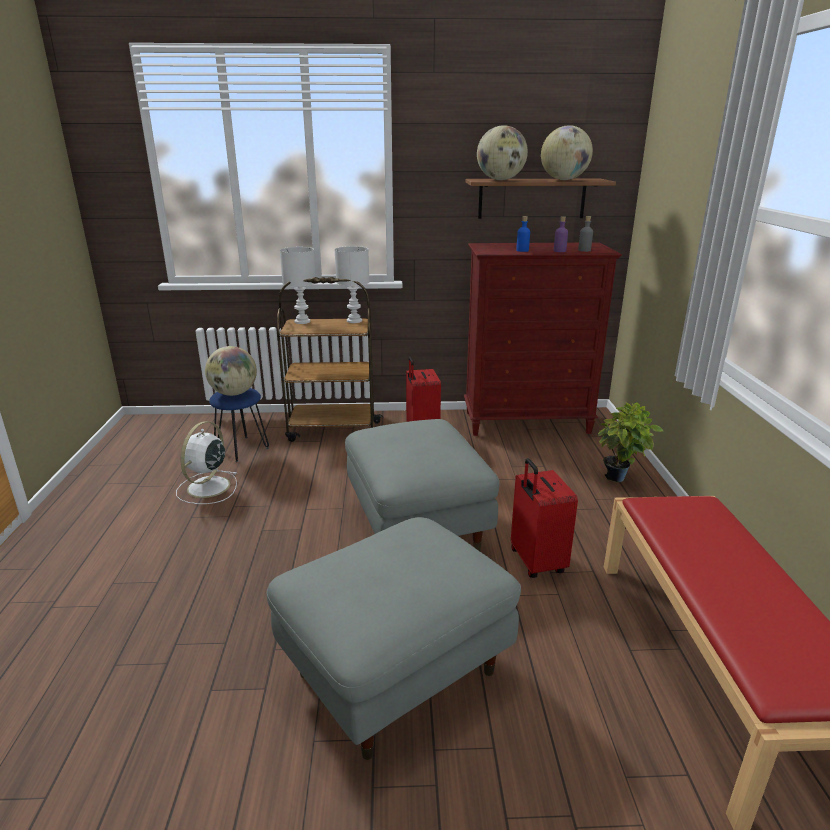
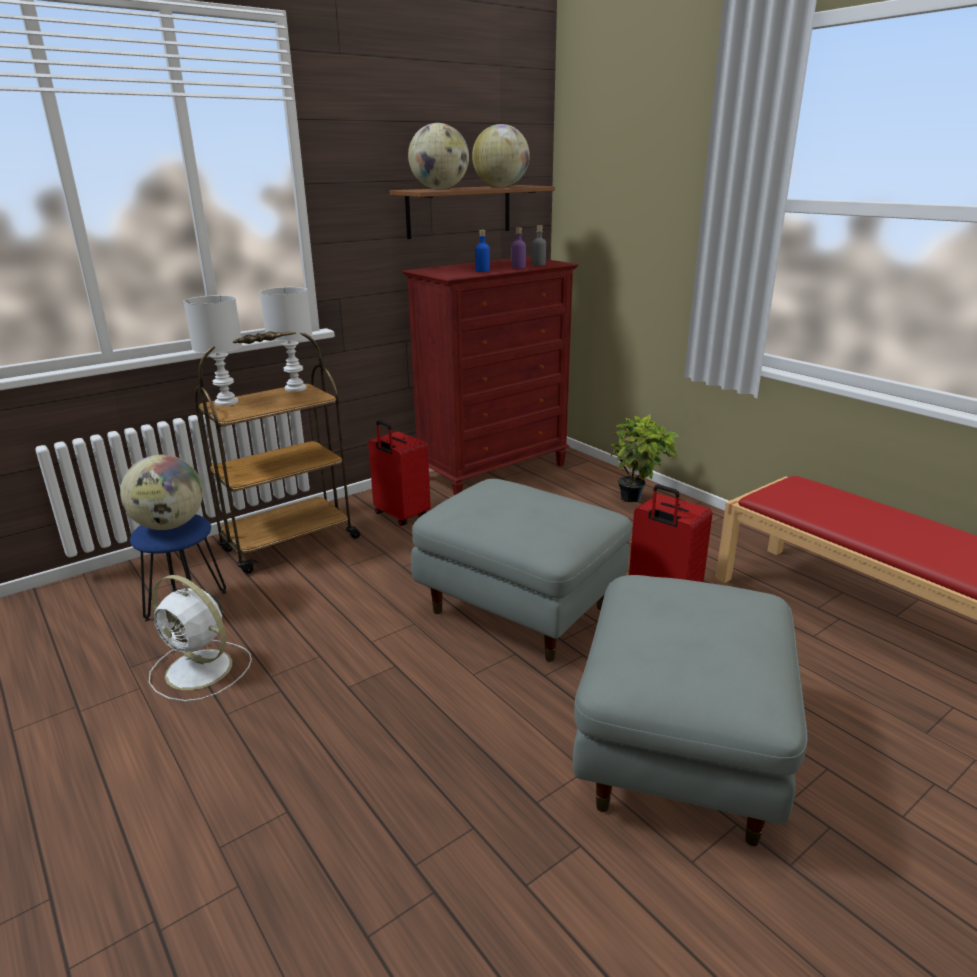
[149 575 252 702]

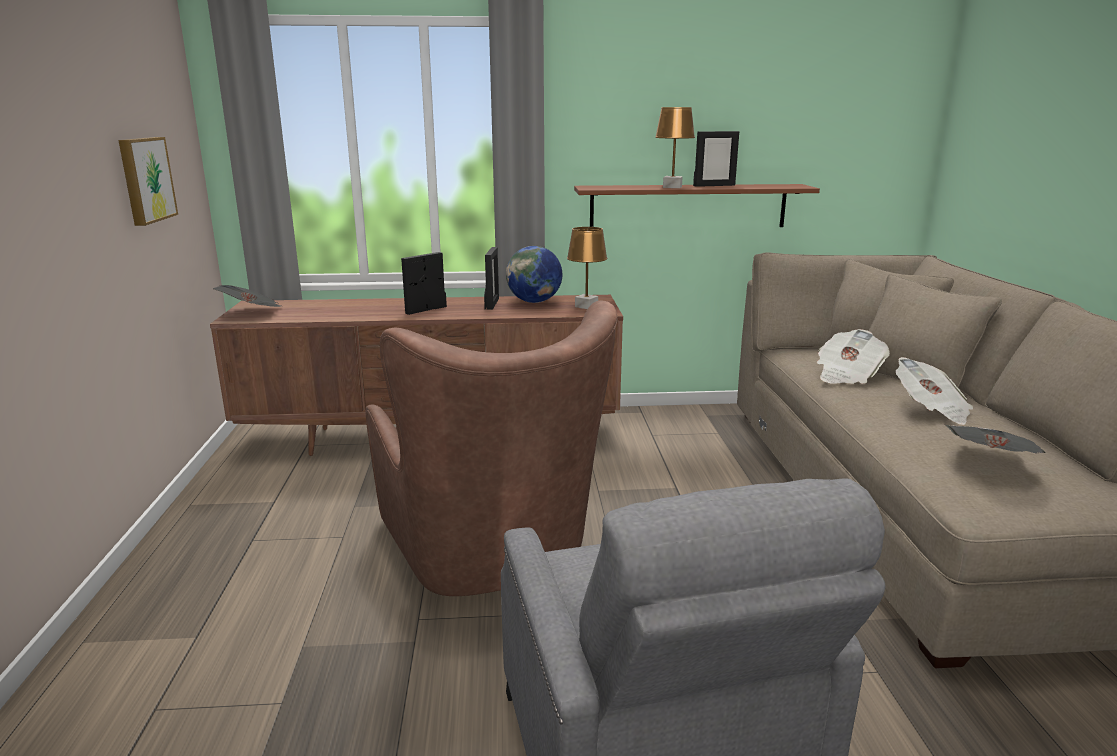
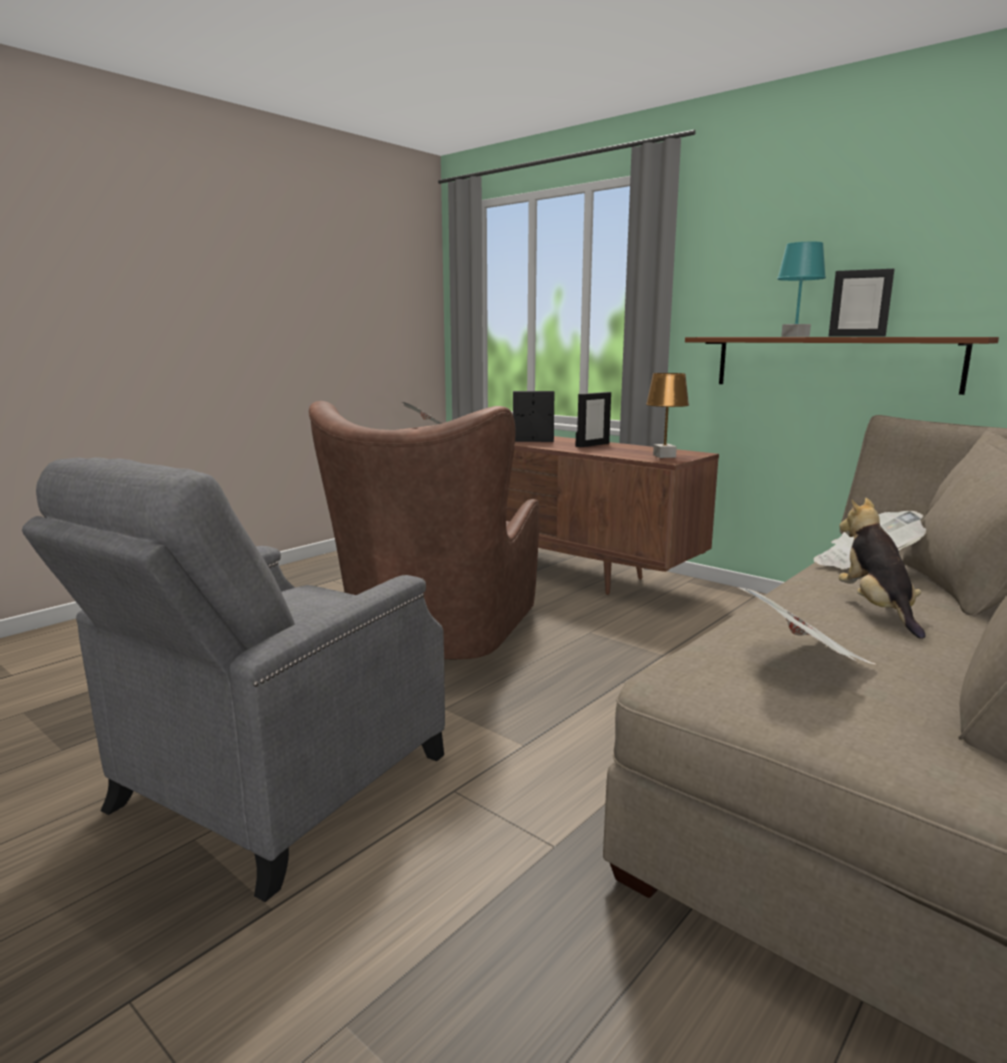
[118 137 178 226] (first image)
[506 246 562 303] (first image)
[839 498 926 639]
[777 242 826 337]

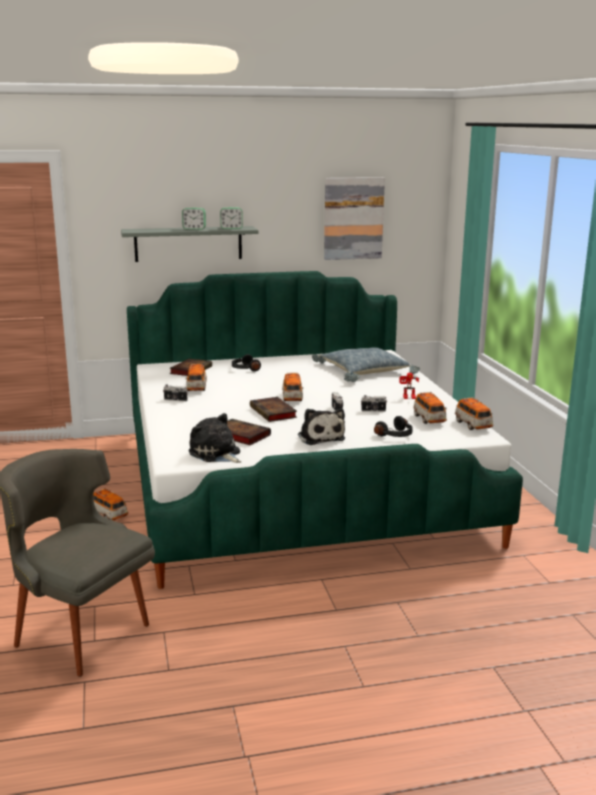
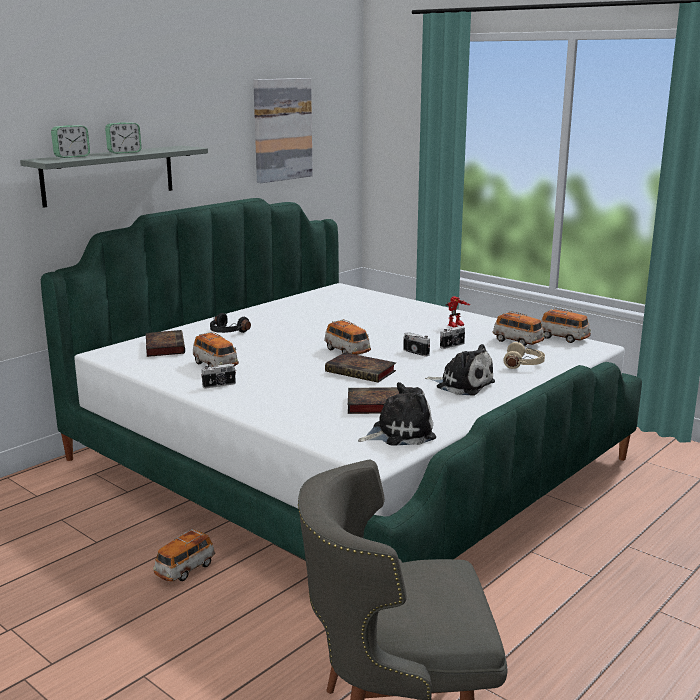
[312 347 420 382] (first image)
[51 125 90 158]
[504 342 545 369]
[153 529 215 581]
[358 382 436 446]

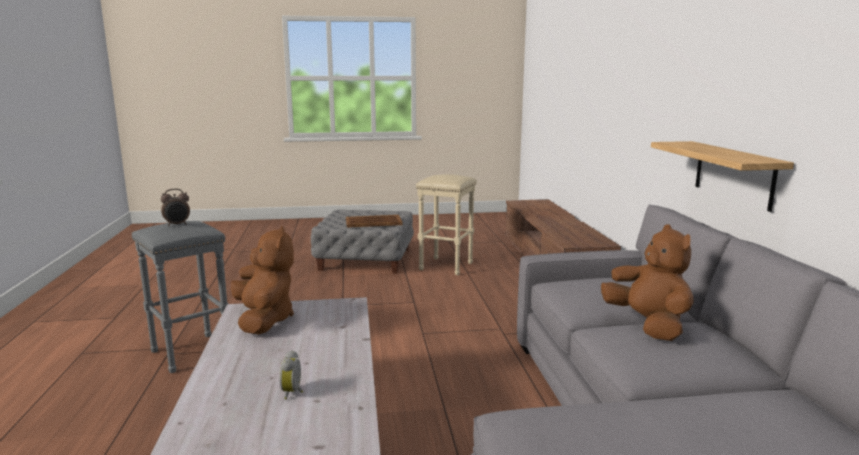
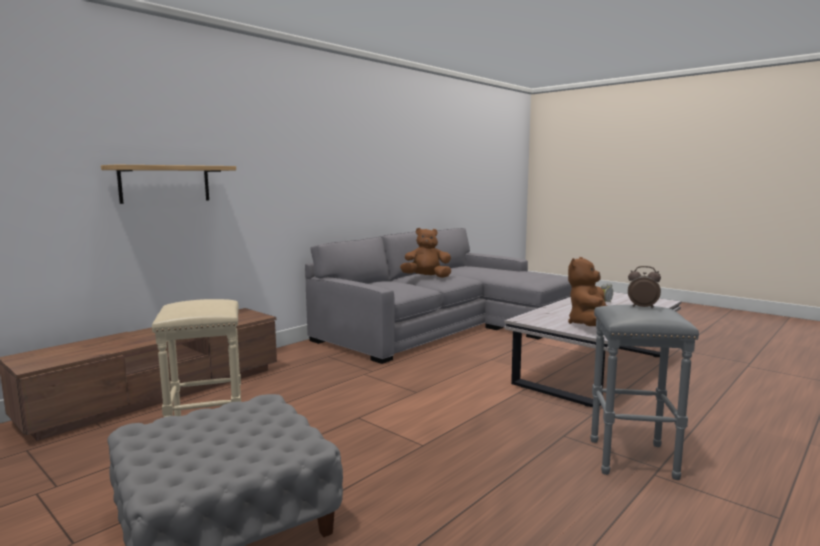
[346 215 403 228] (first image)
[101 165 236 204]
[400 228 451 278]

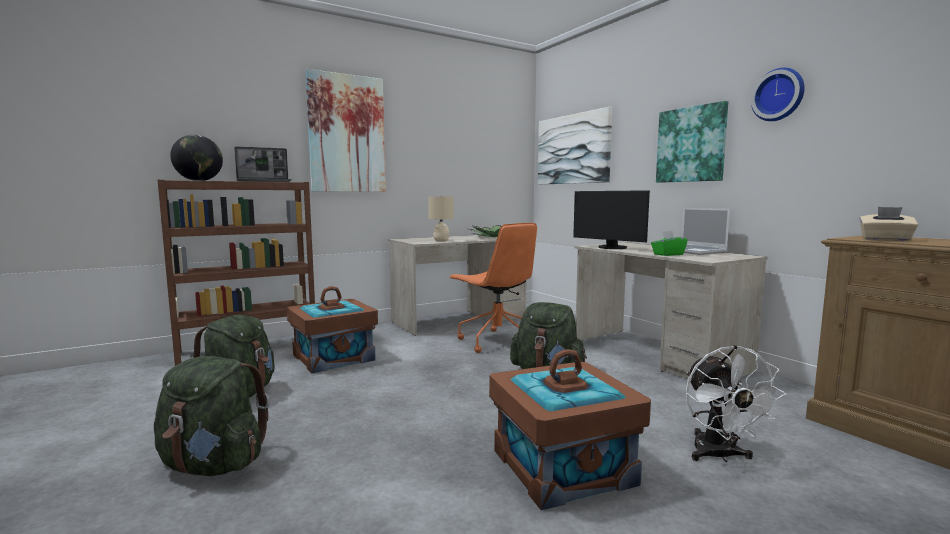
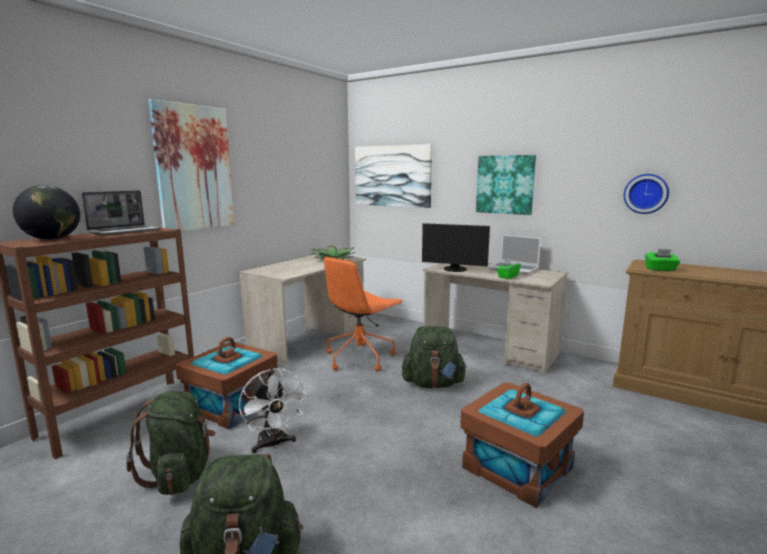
[428 196 454 242] (first image)
[239 368 307 453]
[624 174 669 214]
[645 249 680 271]
[324 256 404 371]

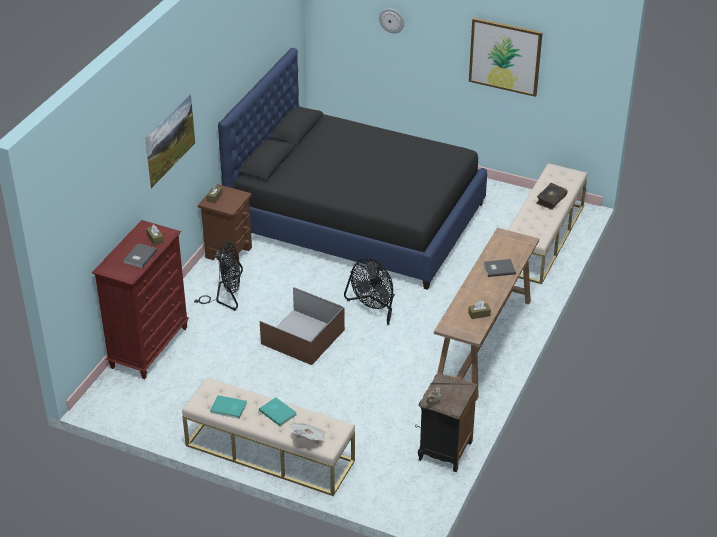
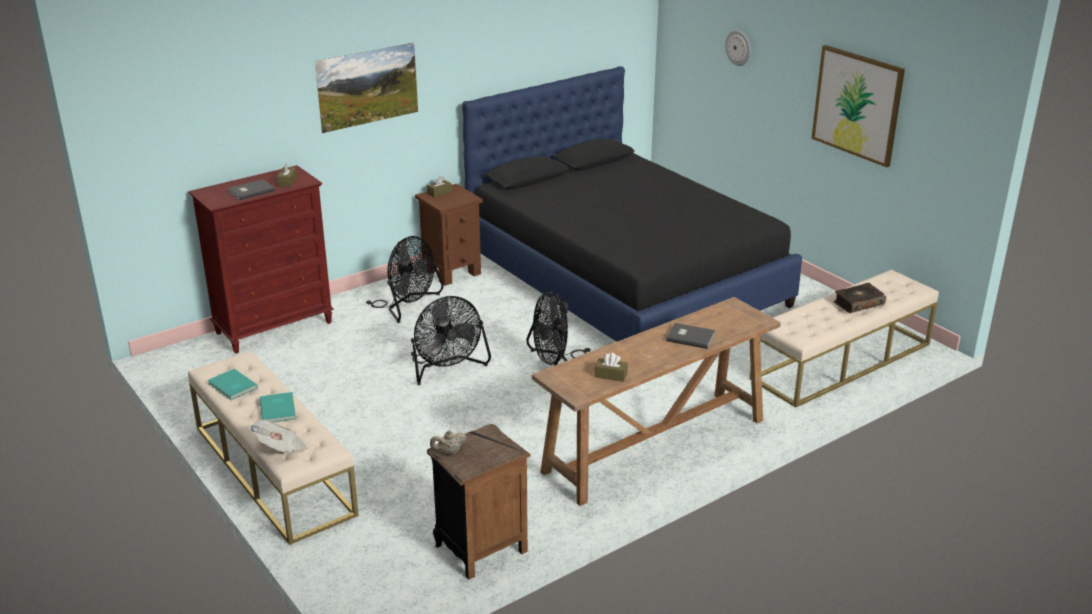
[411 296 491 385]

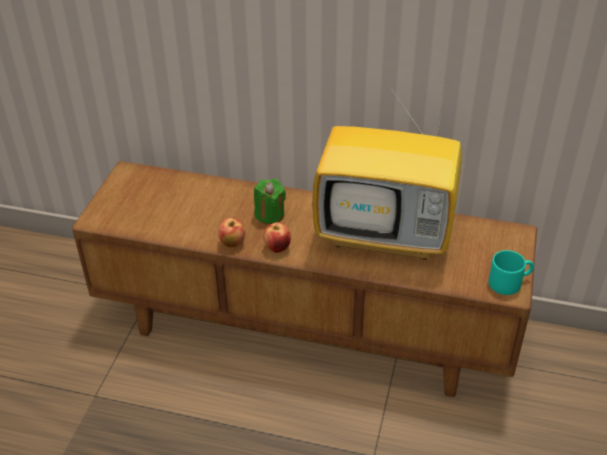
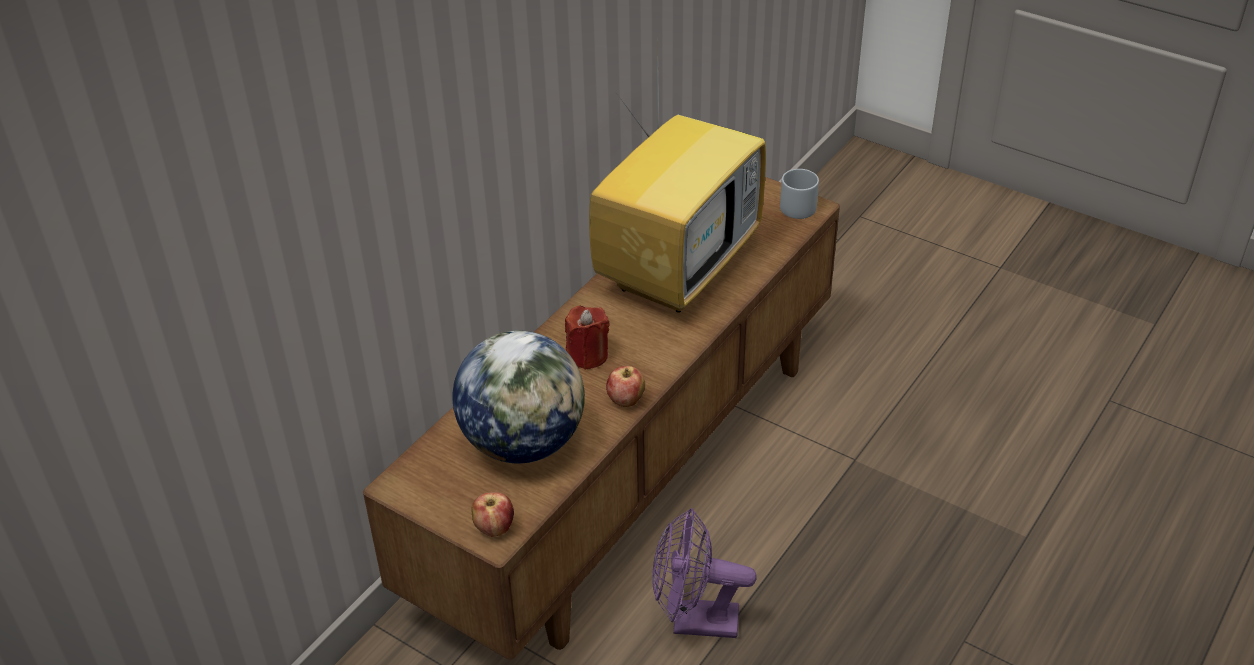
[452 330 585 464]
[652 508 757 638]
[472 492 514 537]
[565 306 610 370]
[780 169 819 219]

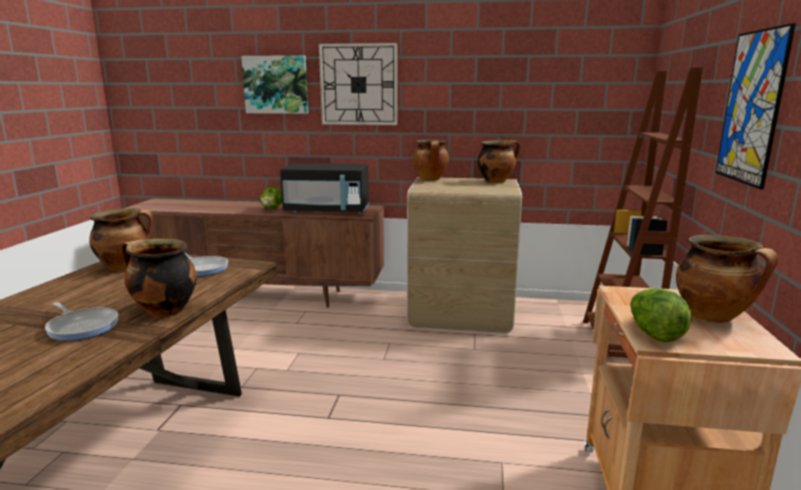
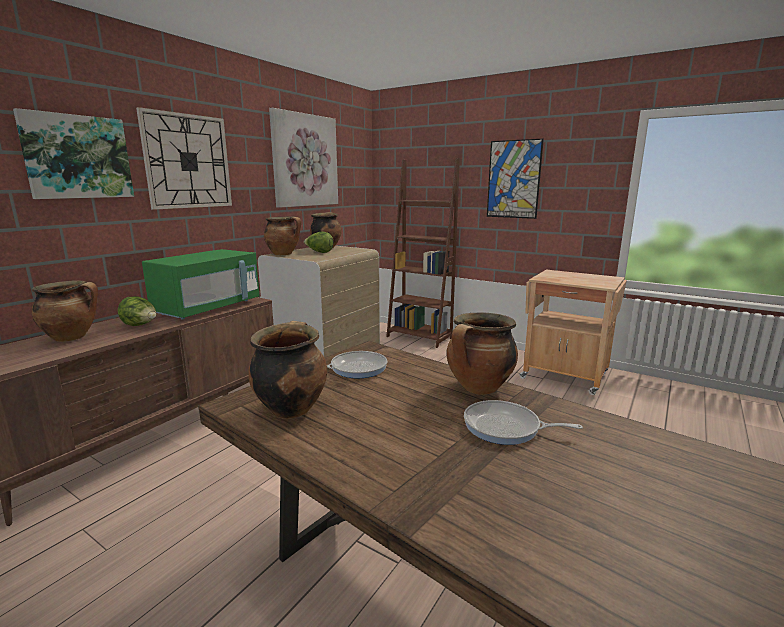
[269 108 338 208]
[304 231 333 253]
[32 280 98 342]
[142 249 259 319]
[464 400 583 445]

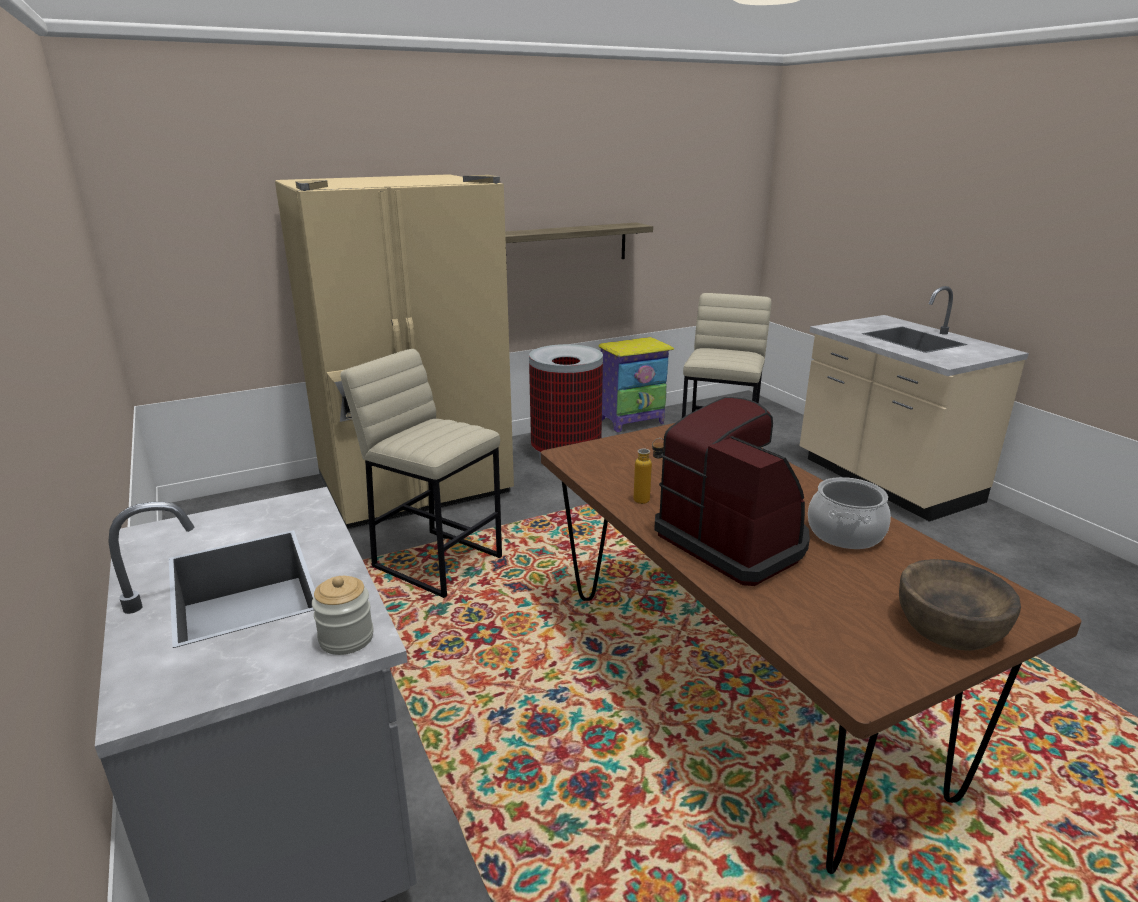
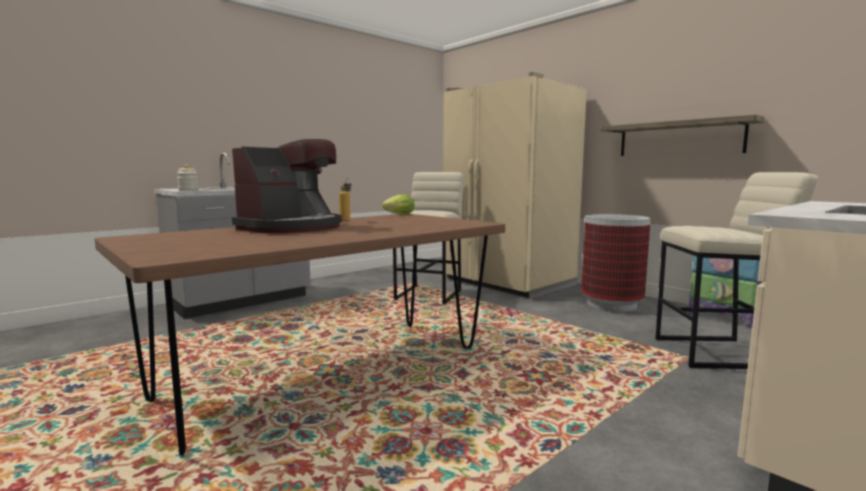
[808 477 891 549] (first image)
[899 559 1021 651] (first image)
[382 194 414 215]

